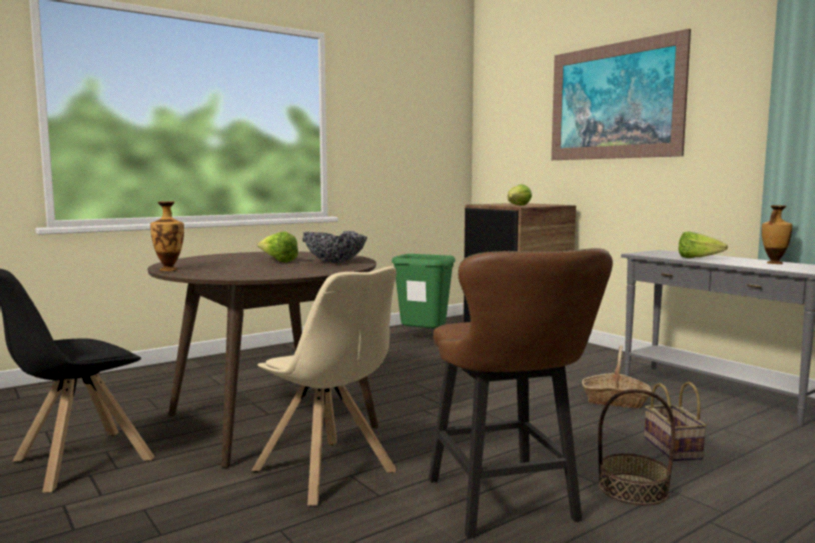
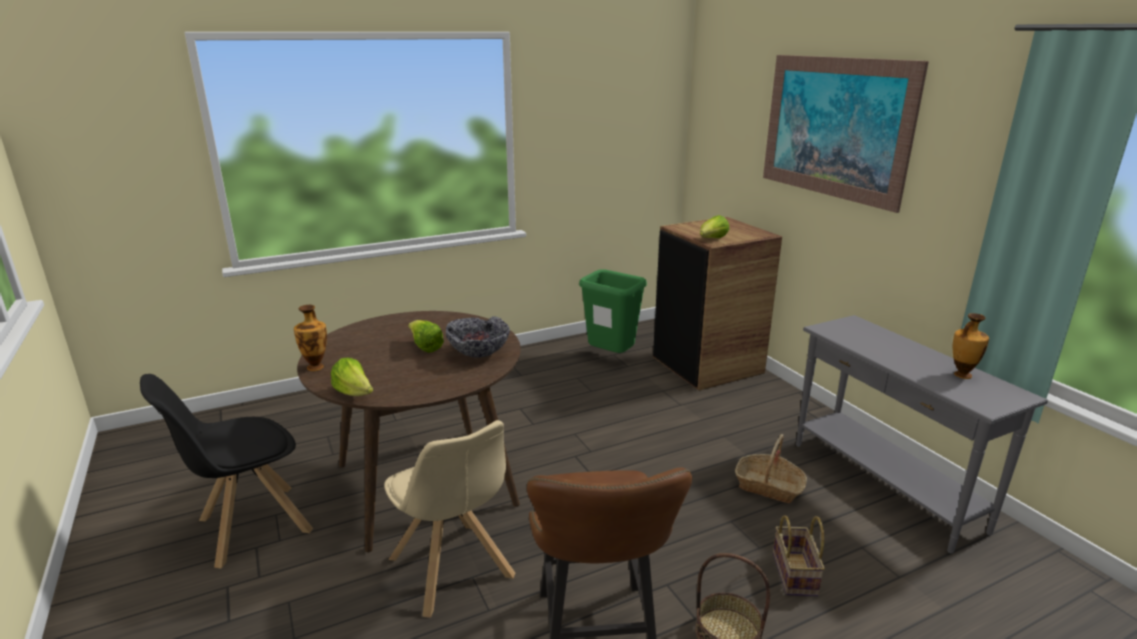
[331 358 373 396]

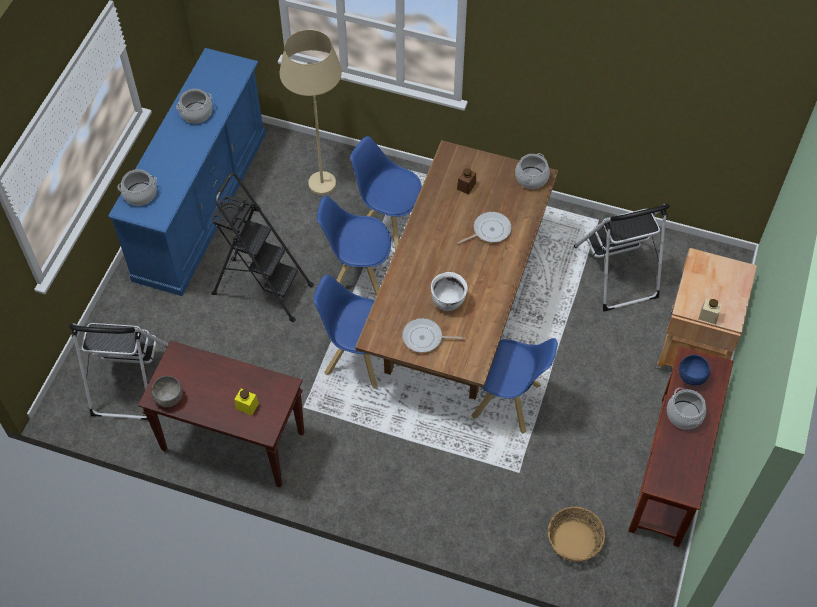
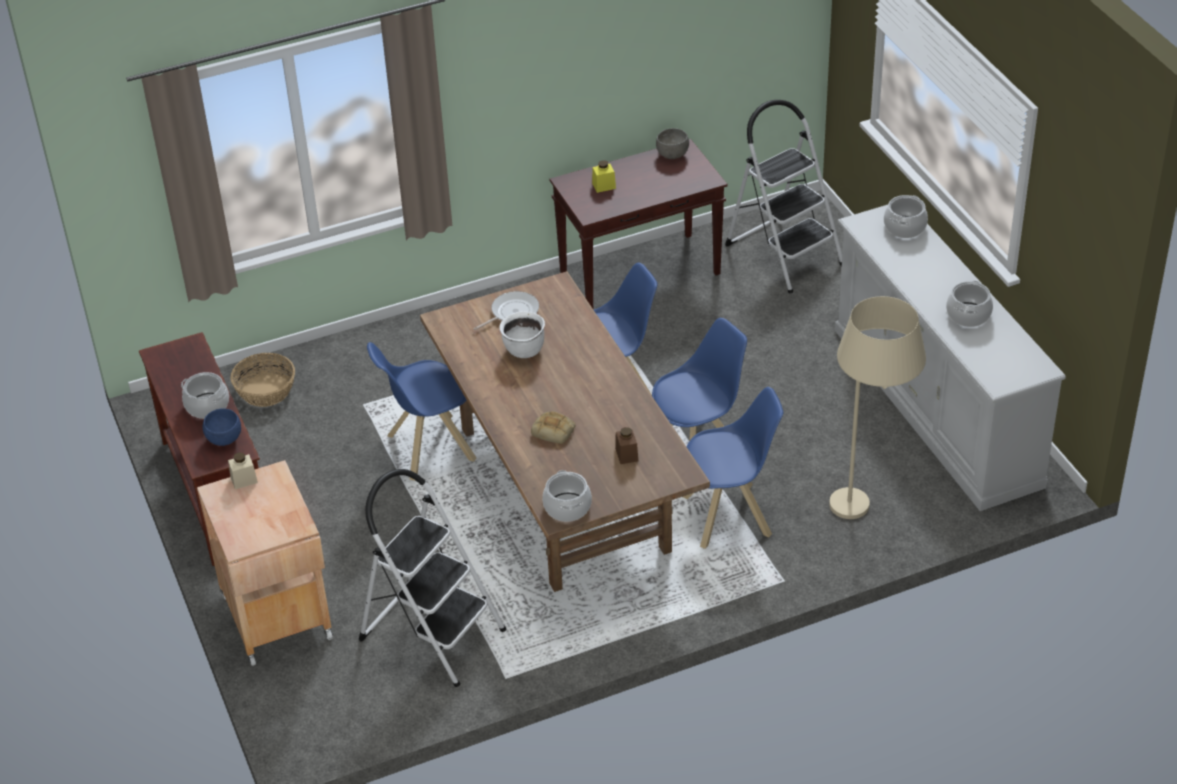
[211 173 314 322] (first image)
[531 411 575 444]
[835 205 1066 511]

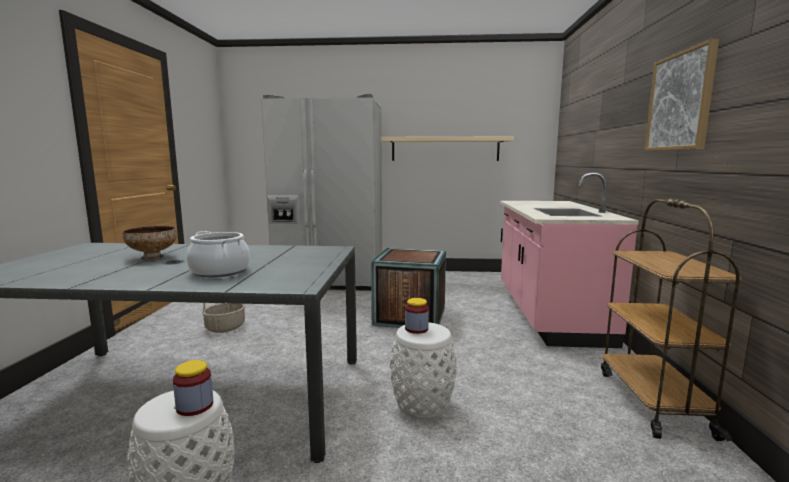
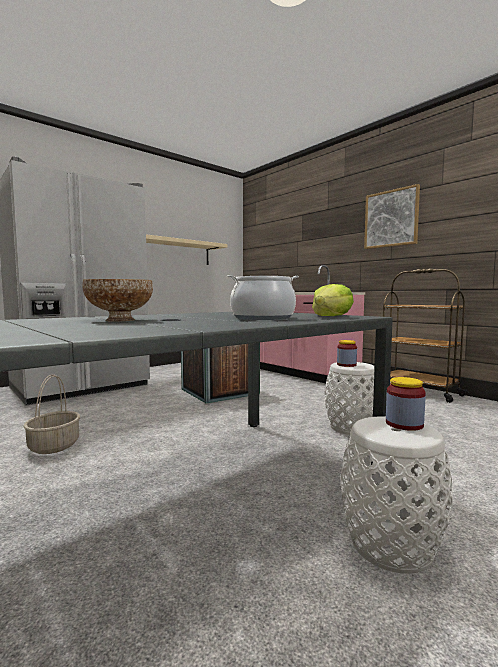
[312 284 354 316]

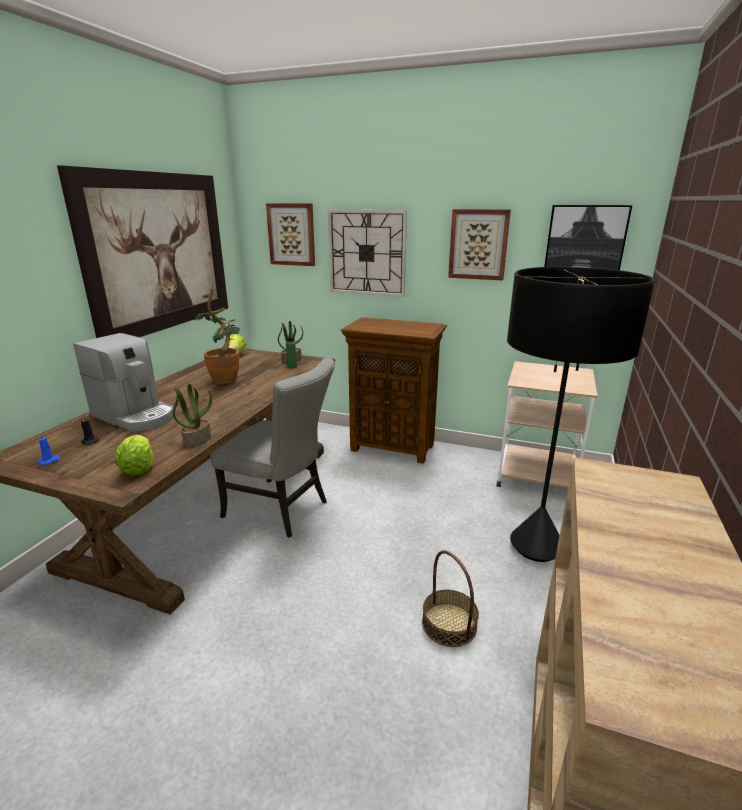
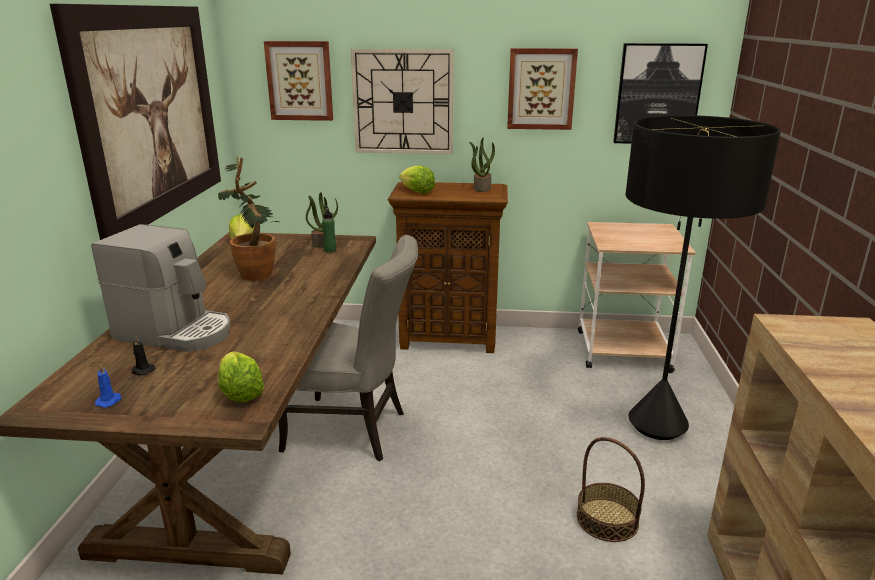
[399 165 435 193]
[469 137 495 192]

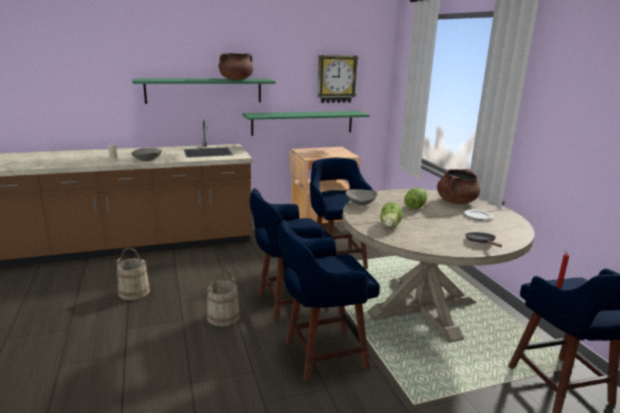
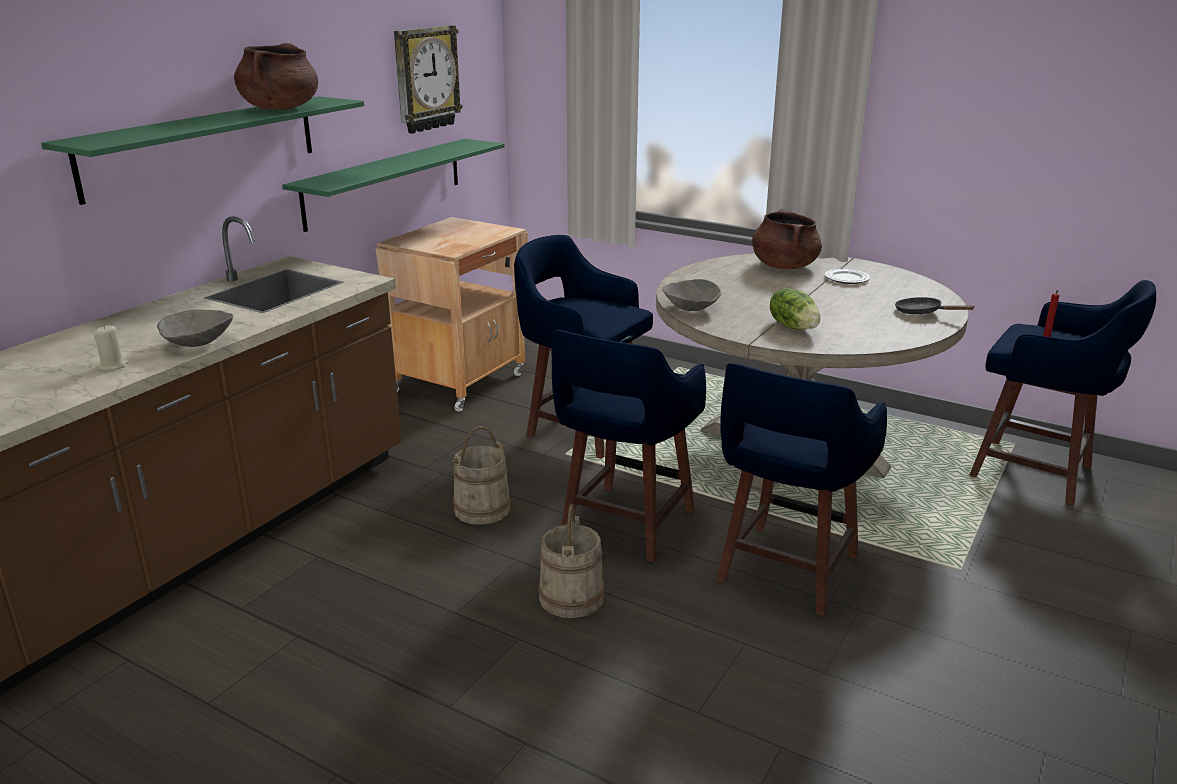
[404 188 427 209] (first image)
[452 426 511 525]

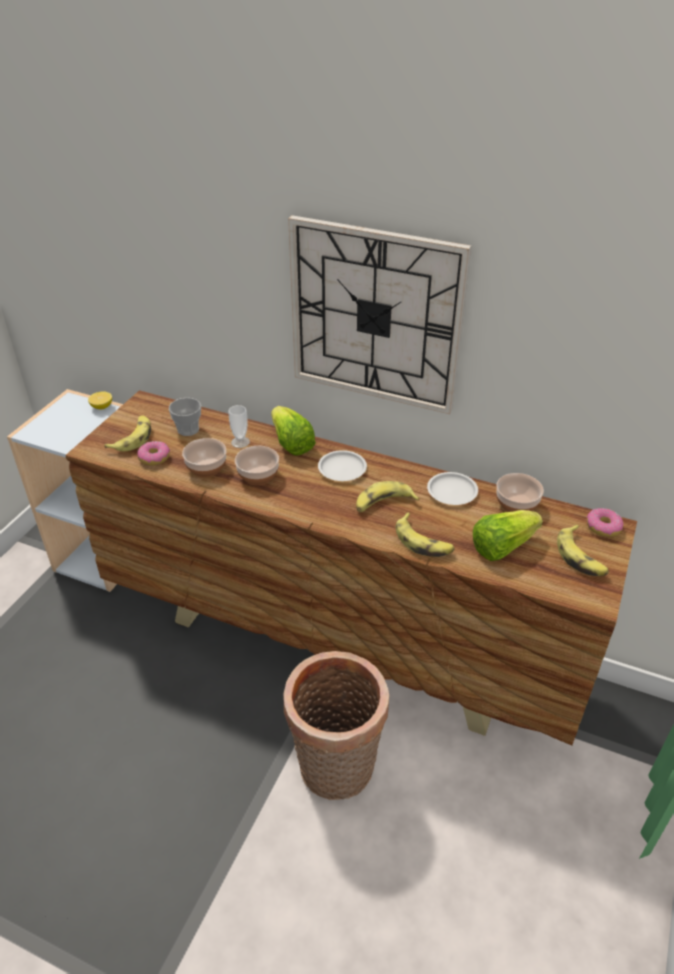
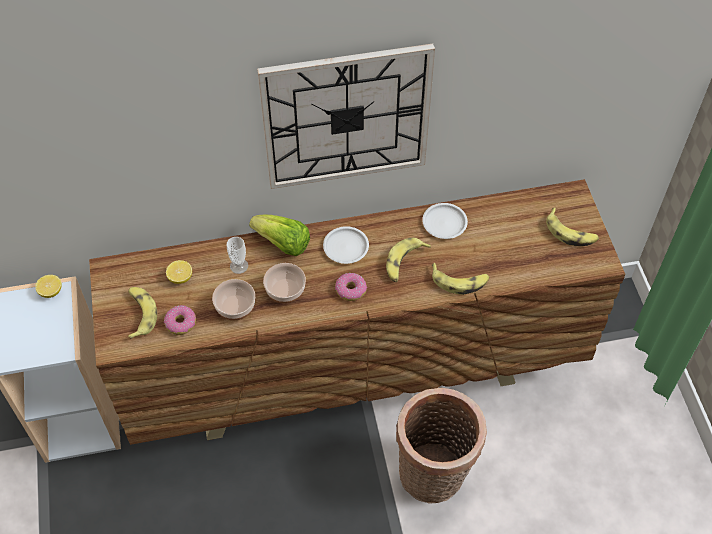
[473 510 543 561] (first image)
[496 473 544 512] (first image)
[335 273 367 301]
[166 260 192 284]

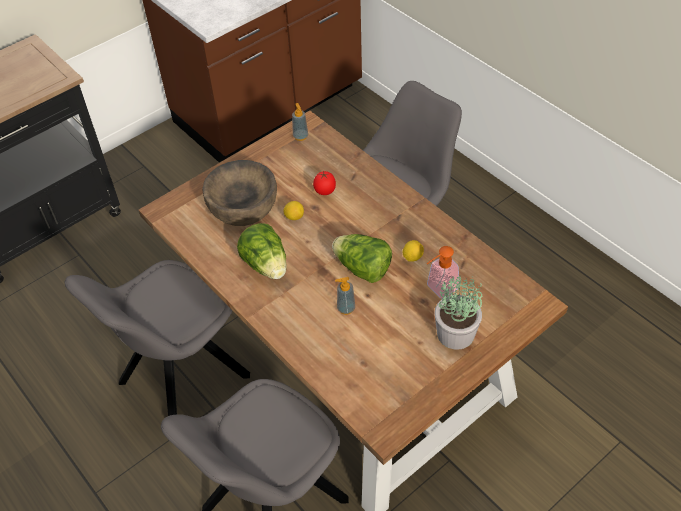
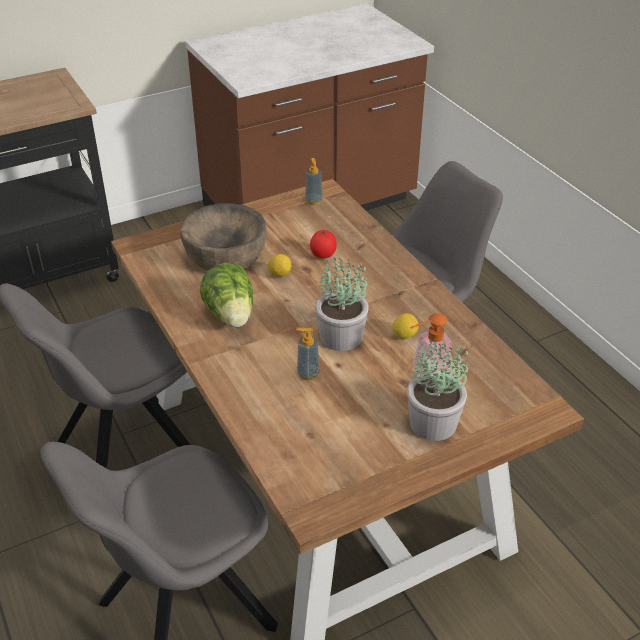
[315 257 369 351]

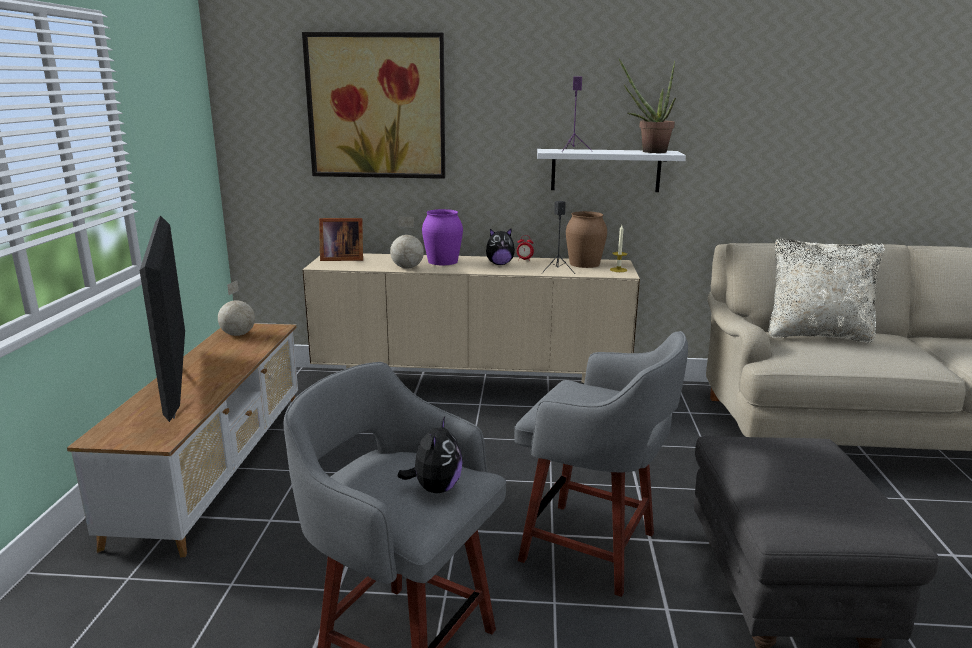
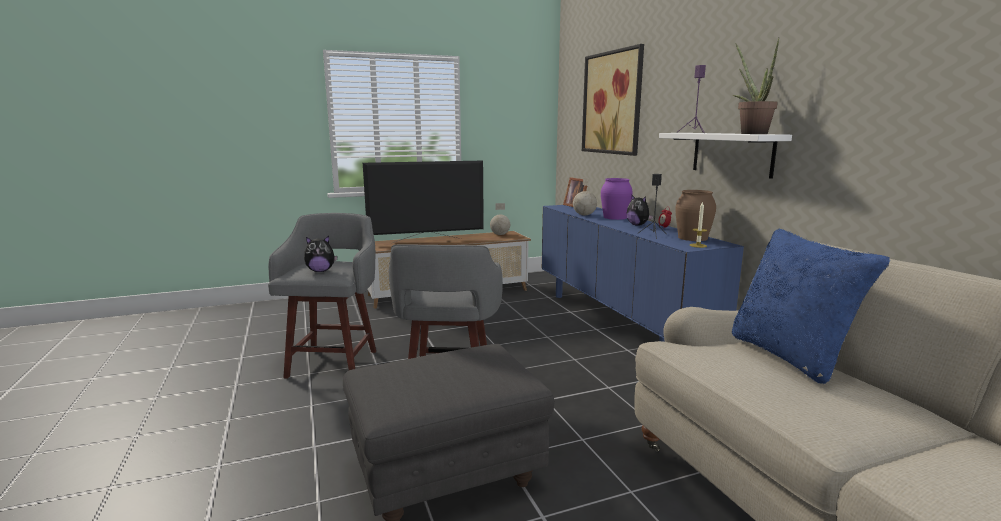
[542 205 744 342]
[732 228 890 384]
[363 161 484 243]

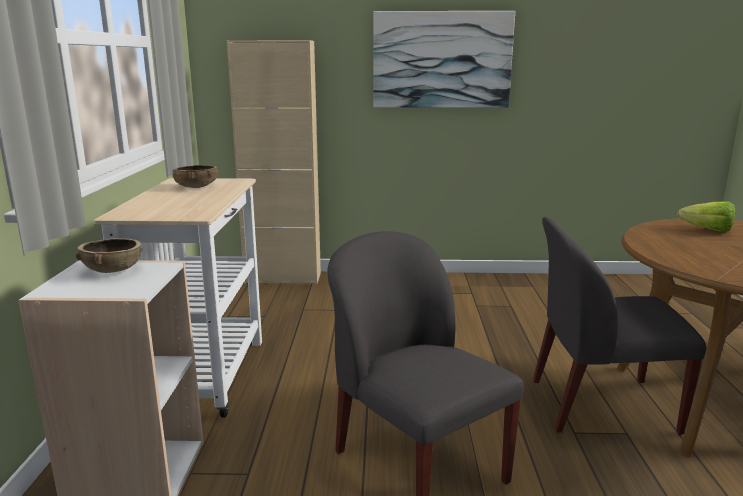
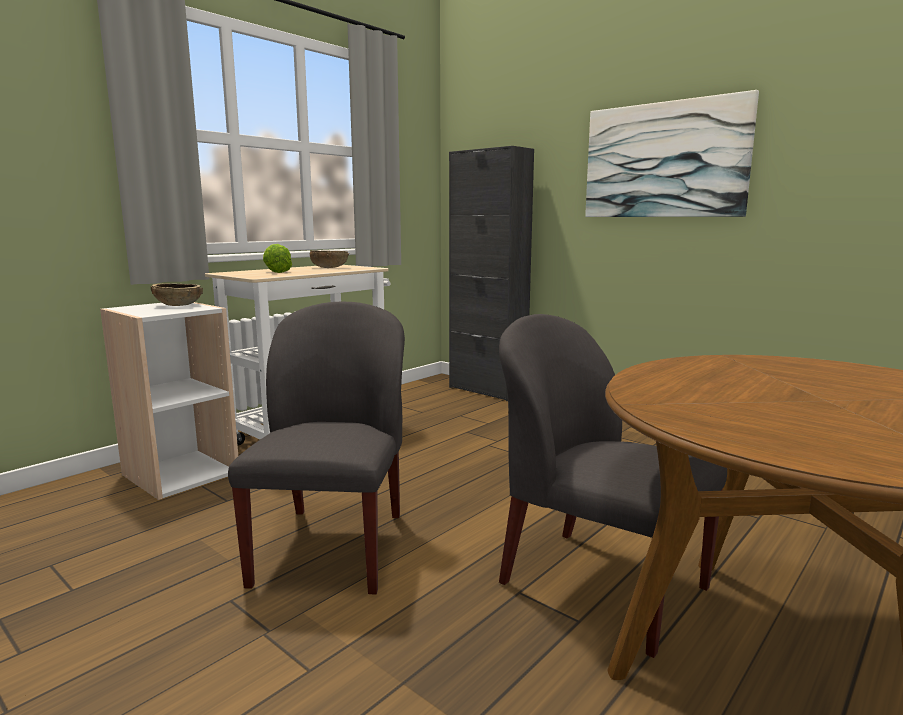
[263 244 292 273]
[449 146 534 401]

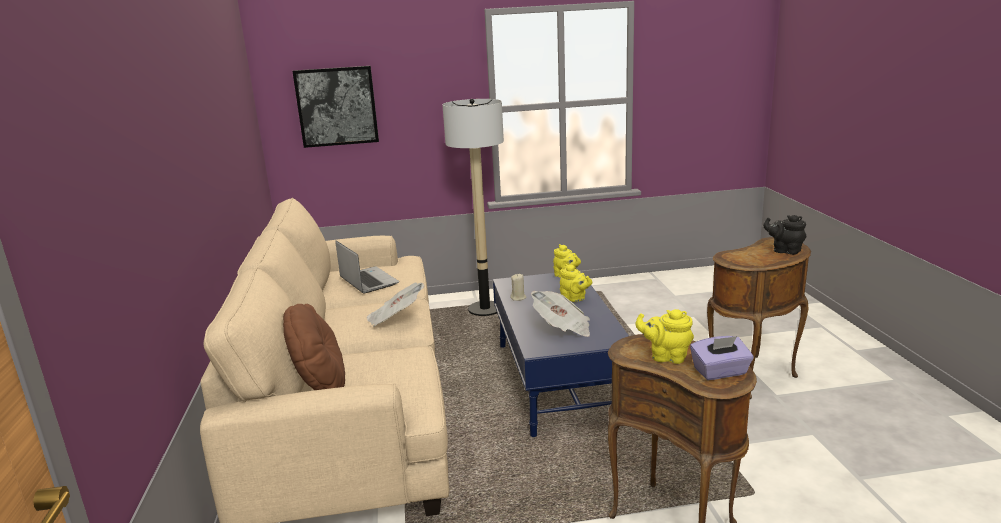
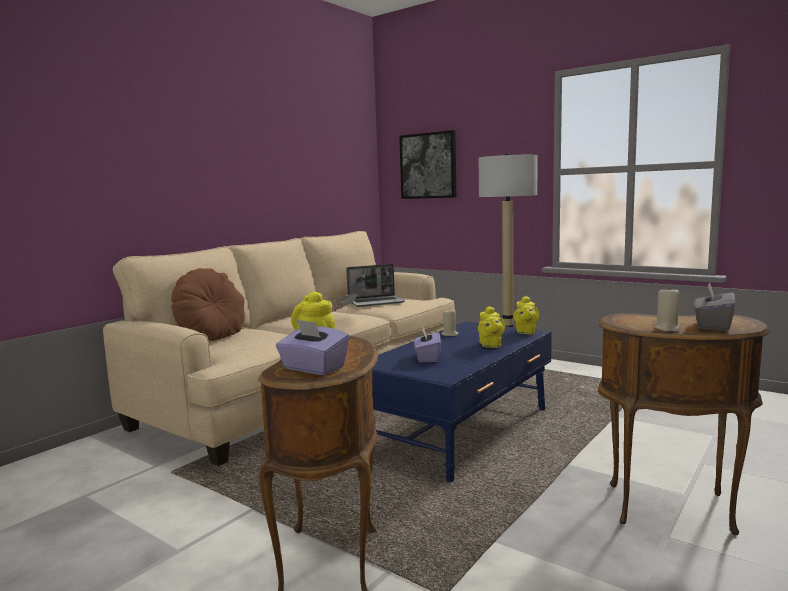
[655 286 681 331]
[414 326 441 362]
[694 283 735 331]
[346 264 405 307]

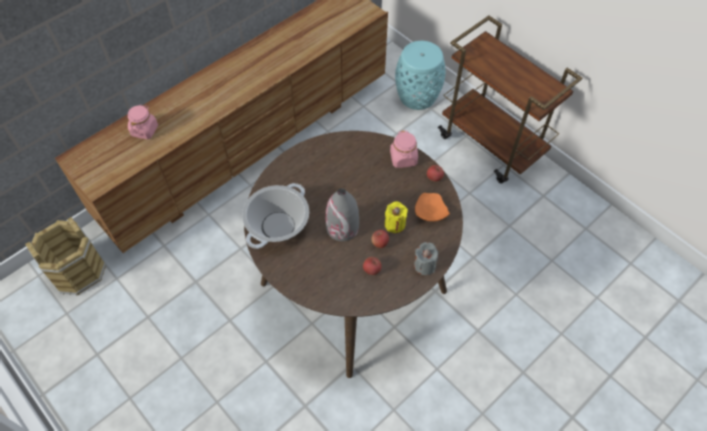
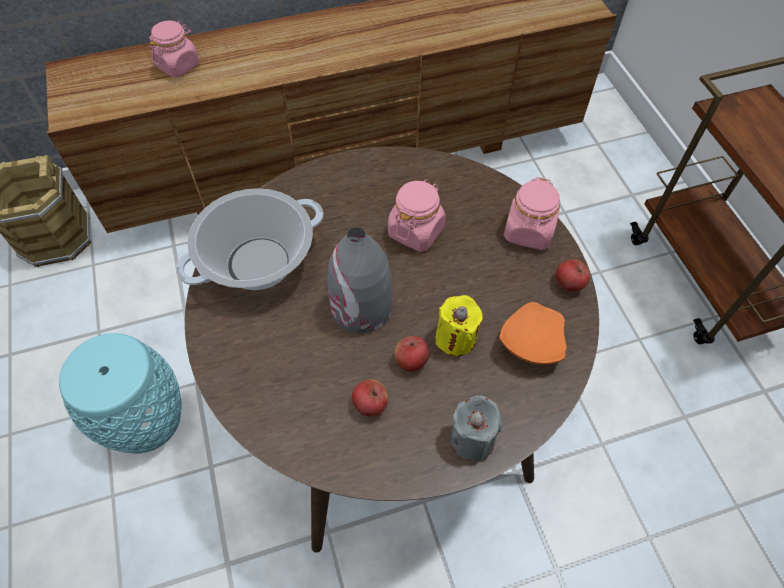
[388 179 446 252]
[59 333 182 453]

